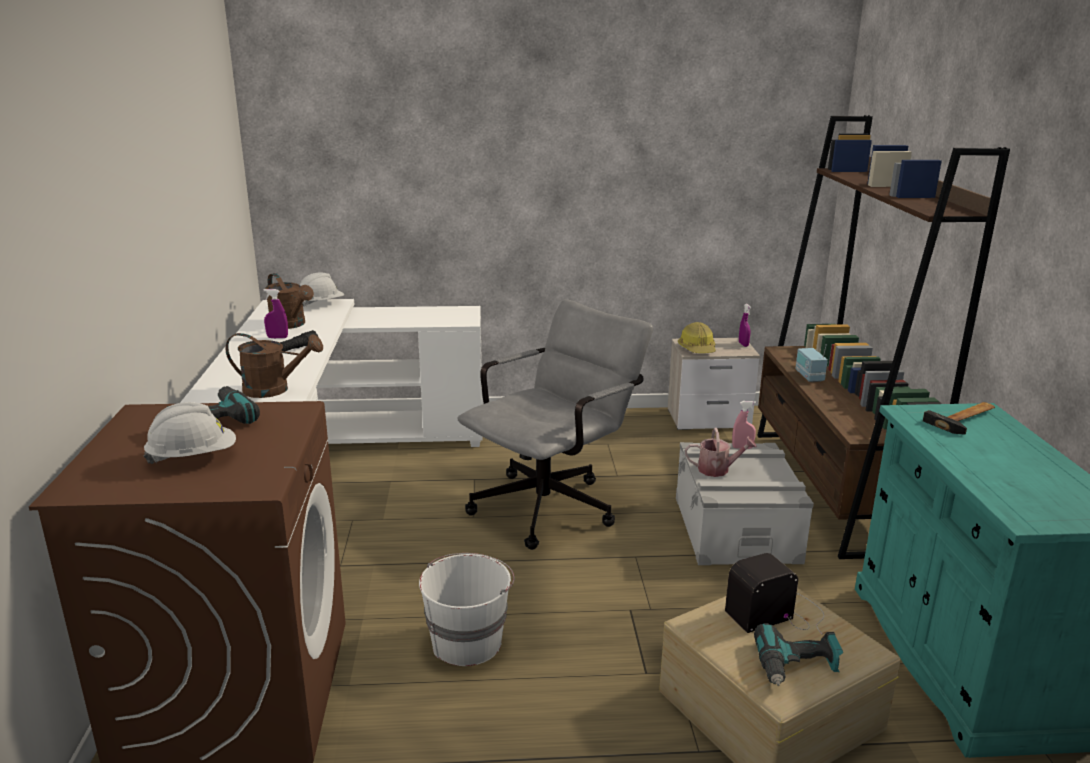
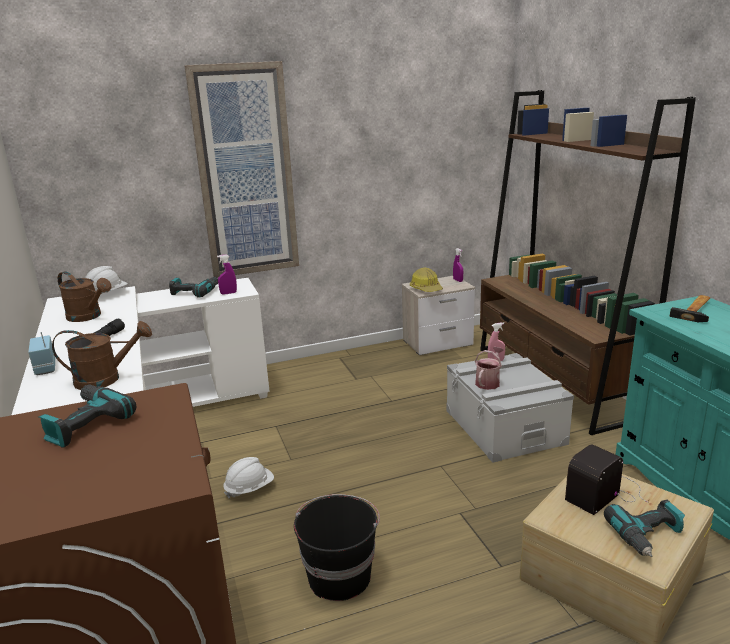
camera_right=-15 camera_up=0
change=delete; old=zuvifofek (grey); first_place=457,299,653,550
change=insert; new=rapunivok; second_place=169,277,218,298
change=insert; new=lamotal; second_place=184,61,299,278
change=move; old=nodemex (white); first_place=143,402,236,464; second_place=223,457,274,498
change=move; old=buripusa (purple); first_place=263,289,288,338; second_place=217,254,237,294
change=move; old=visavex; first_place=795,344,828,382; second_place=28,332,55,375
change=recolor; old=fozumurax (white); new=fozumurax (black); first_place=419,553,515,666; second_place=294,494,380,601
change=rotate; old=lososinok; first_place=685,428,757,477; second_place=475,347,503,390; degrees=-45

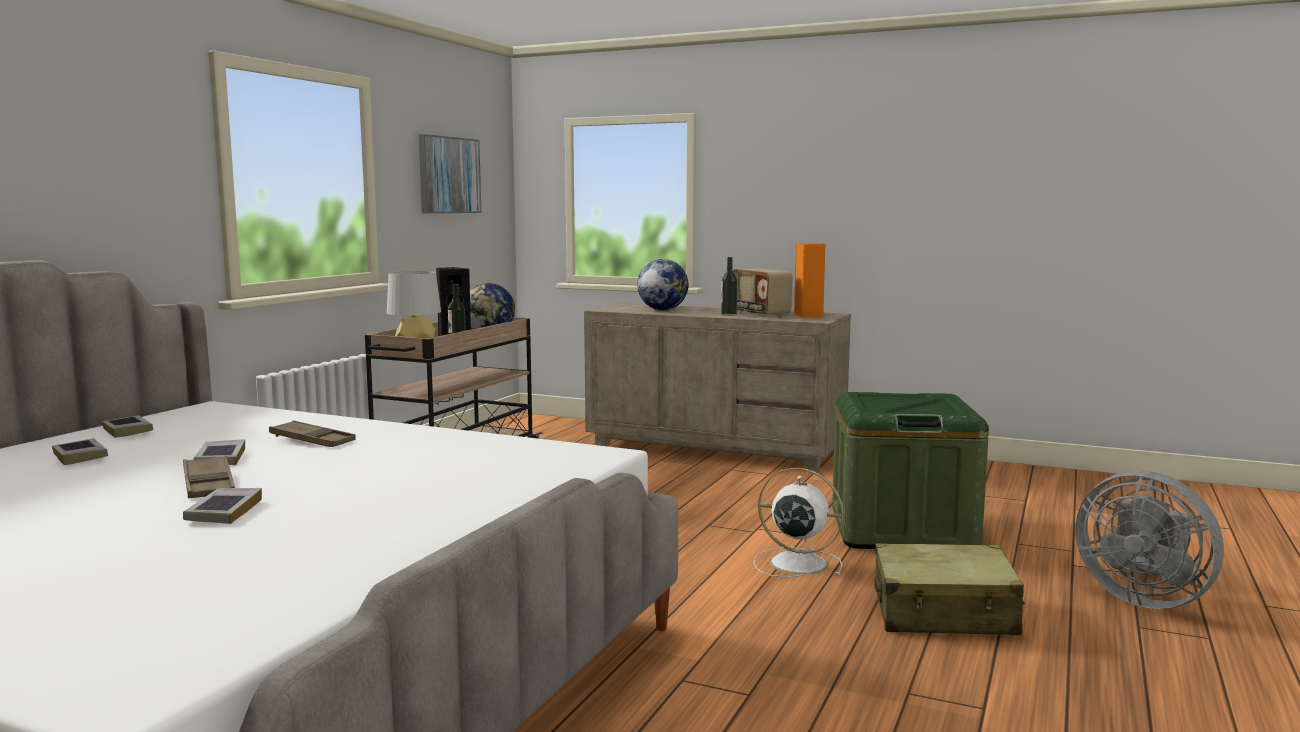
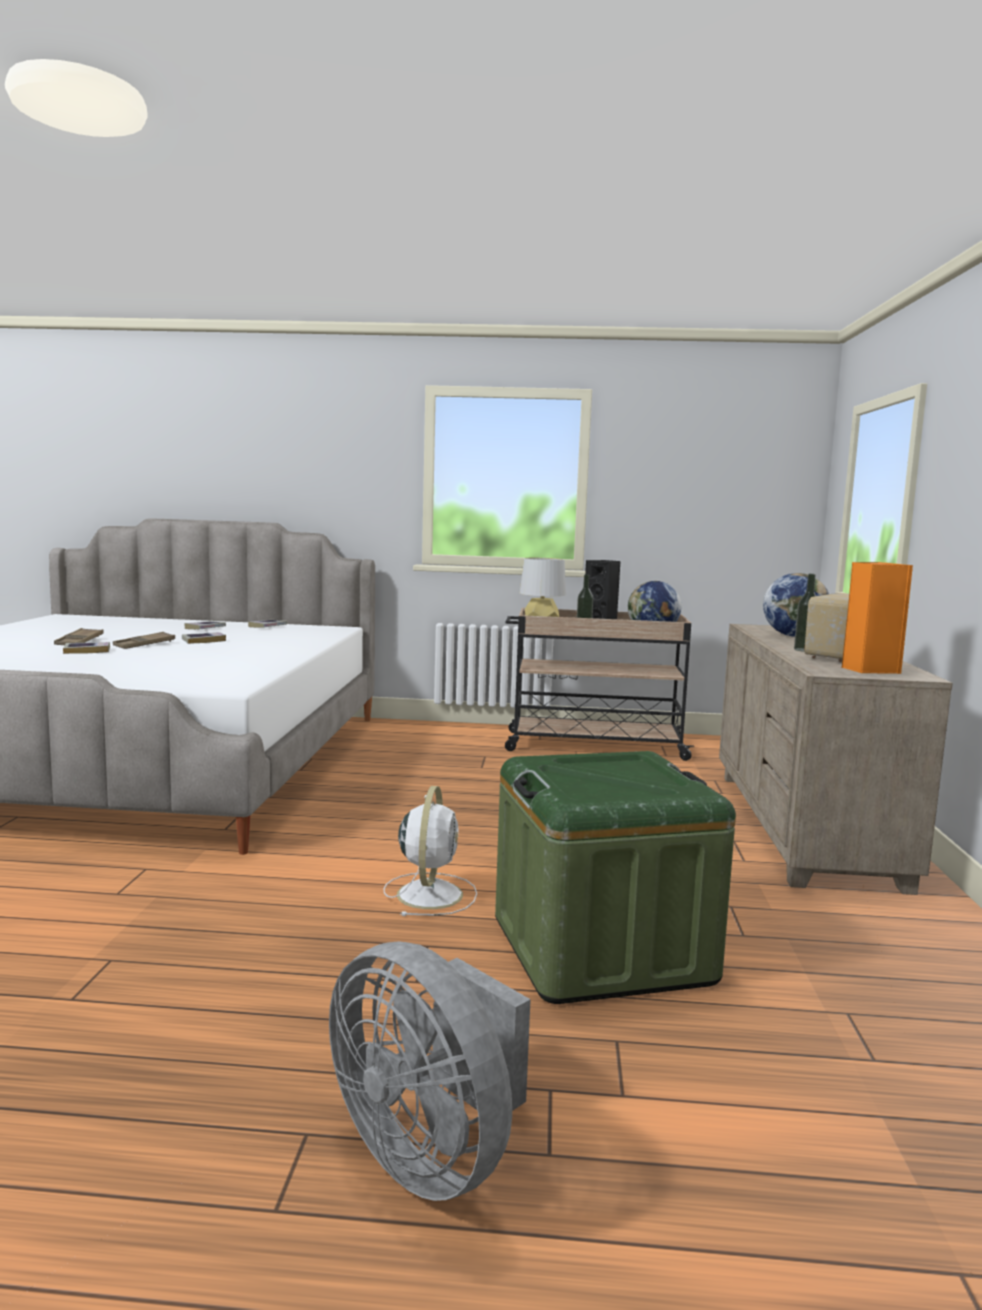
camera_right=70 camera_up=0
change=delete; old=lamotal; first_place=419,134,481,214
change=delete; old=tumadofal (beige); first_place=875,543,1025,635
change=move; old=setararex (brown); first_place=269,420,356,447; second_place=54,628,104,645
change=rotate; old=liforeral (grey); first_place=1075,471,1224,609; second_place=329,941,531,1201; degrees=-75

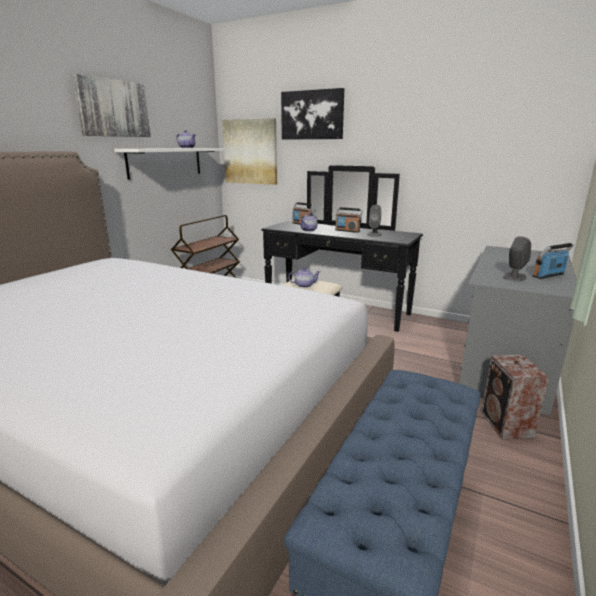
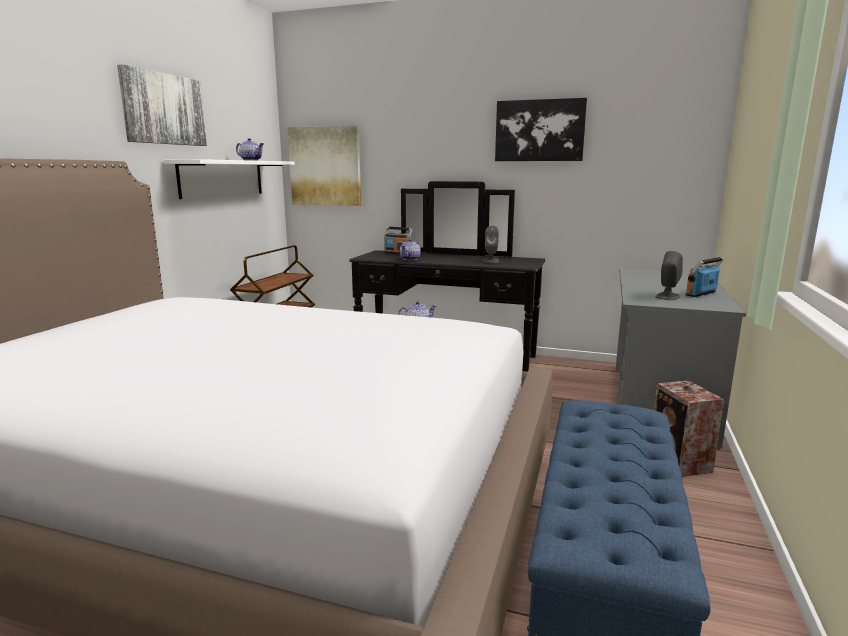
camera_right=-10 camera_up=-5
change=delete; old=visavex; first_place=335,207,363,233
change=move; old=lamotal; first_place=281,88,344,140; second_place=495,98,587,161

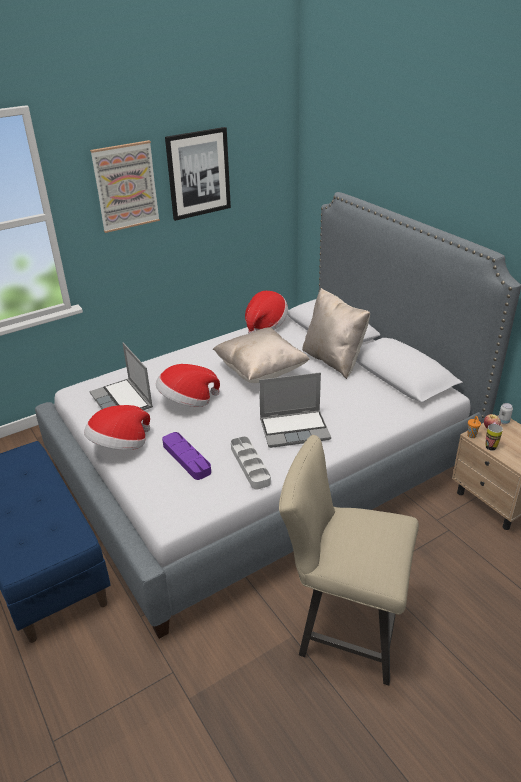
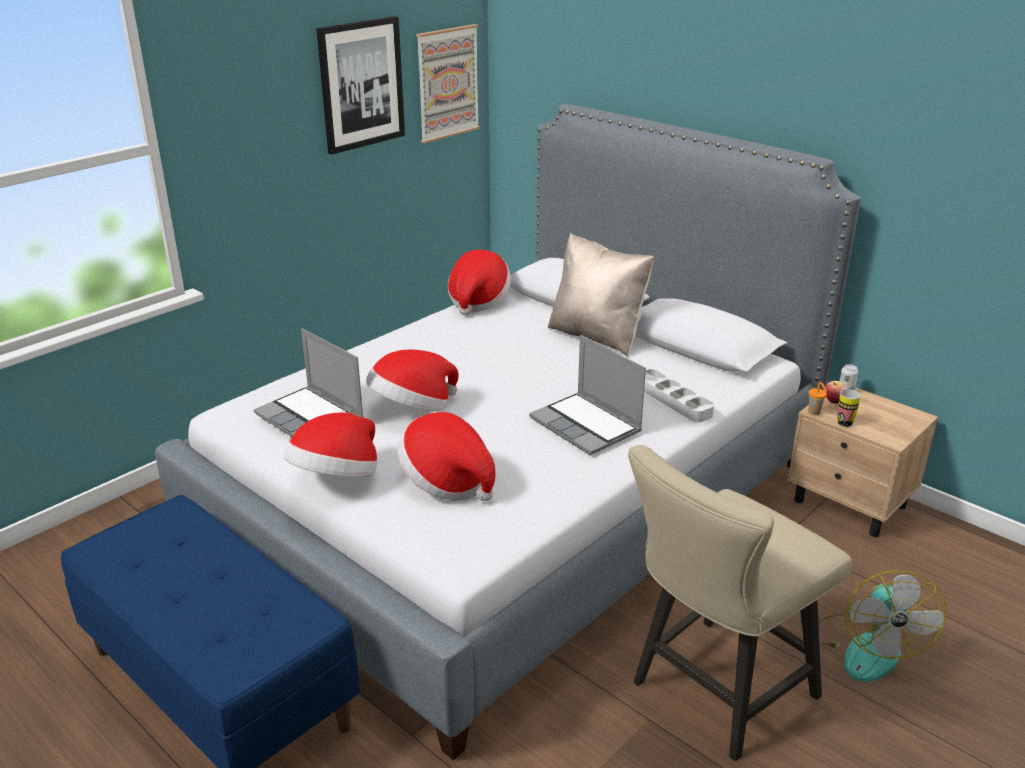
camera_right=-15 camera_up=-5
change=delete; old=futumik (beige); first_place=213,327,309,383
change=insert; new=liforeral; second_place=818,570,947,682
change=move; old=lamotal; first_place=90,140,160,233; second_place=416,24,480,143
change=move; old=setararex (grey); first_place=231,436,271,489; second_place=644,369,714,422
change=replace; old=setararex (purple); new=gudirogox; first_place=162,432,211,480; second_place=397,412,496,501
change=rotate; old=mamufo; first_place=259,372,331,448; second_place=529,335,646,455; degrees=75
change=rotate; old=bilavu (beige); first_place=279,435,419,686; second_place=628,445,852,761; degrees=-45

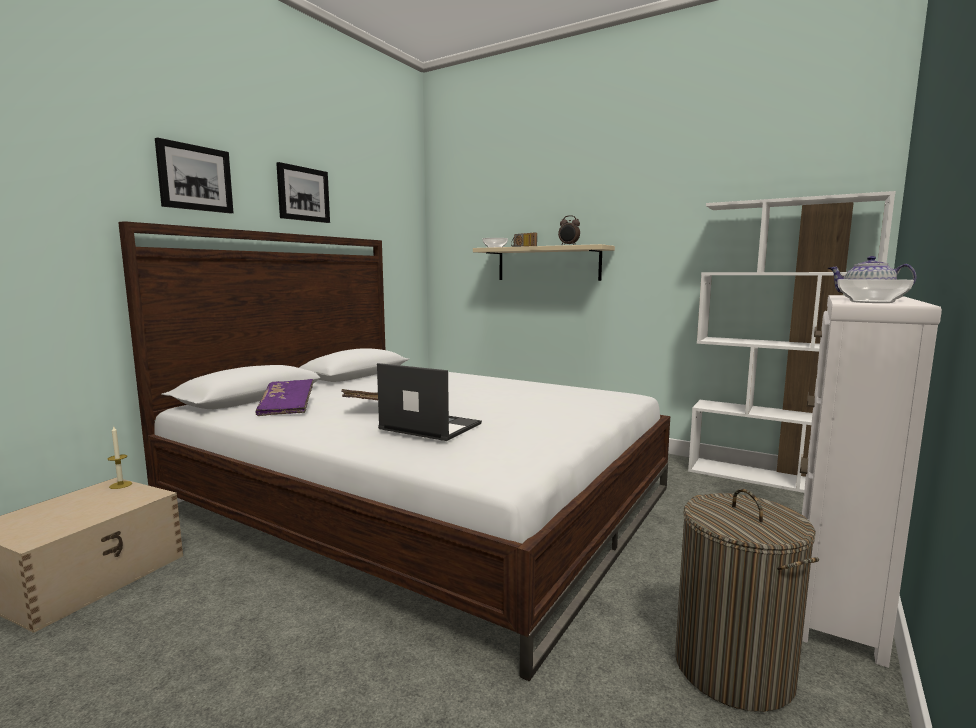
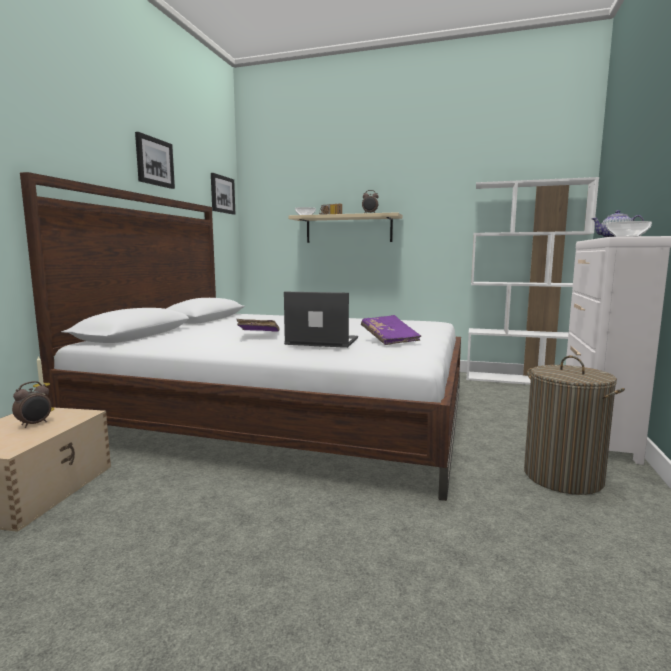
camera_right=-15 camera_up=0
change=insert; new=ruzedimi; second_place=12,381,52,428
change=move; old=lamotal; first_place=155,138,234,214; second_place=211,173,235,214
change=move; old=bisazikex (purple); first_place=256,379,313,416; second_place=361,315,421,345

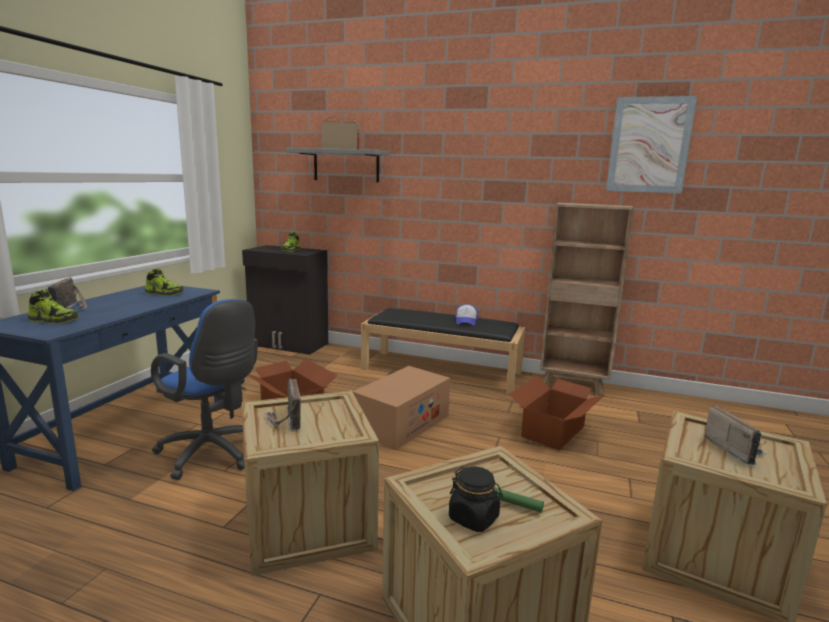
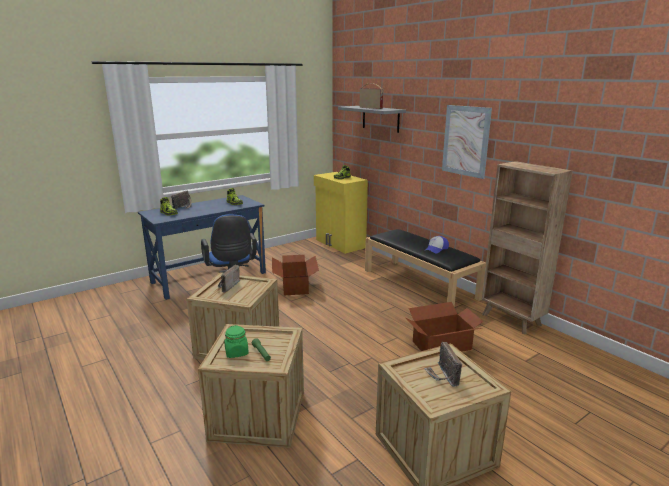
camera_right=35 camera_up=5
change=delete; old=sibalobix; first_place=353,366,450,450
change=move; old=lamotal; first_place=606,96,697,193; second_place=442,105,492,179
change=recolor; old=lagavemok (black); new=lagavemok (yellow); first_place=242,245,328,355; second_place=314,172,368,254
change=recolor; old=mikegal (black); new=mikegal (green); first_place=449,467,503,532; second_place=224,325,249,358
change=rotate; old=visavex; first_place=705,405,767,466; second_place=424,342,462,387; degrees=150

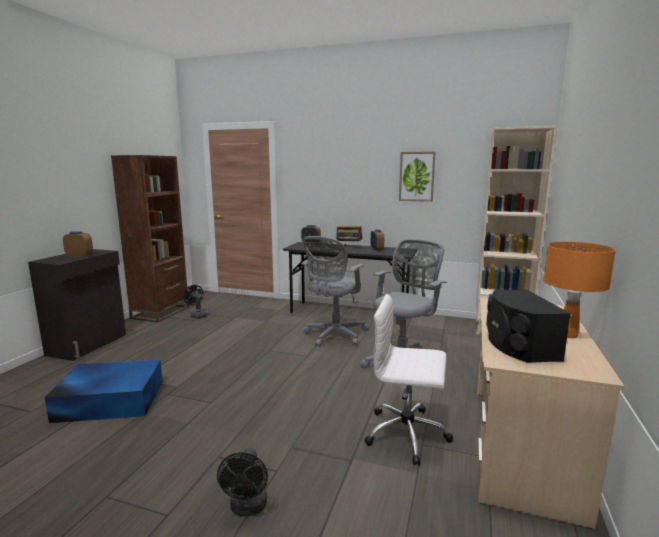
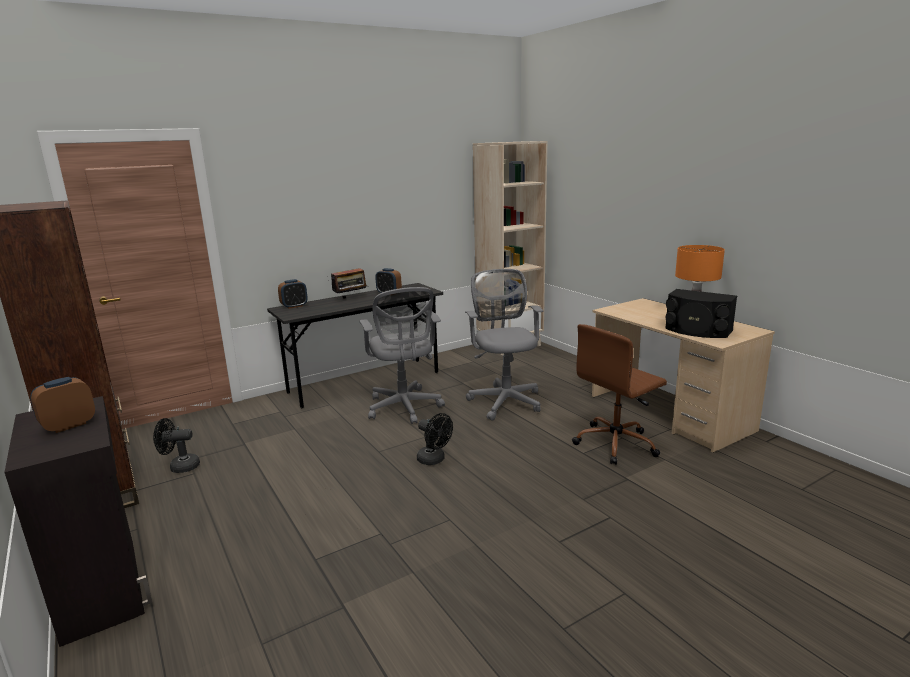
camera_right=-50 camera_up=5
change=delete; old=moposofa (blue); first_place=44,360,163,423
change=delete; old=lamotal; first_place=399,152,436,202
change=move; old=liforeral (black); first_place=217,448,268,517; second_place=417,413,453,465
change=recolor; old=zuvifofek (white); new=zuvifofek (brown); first_place=365,294,453,466; second_place=572,324,667,465

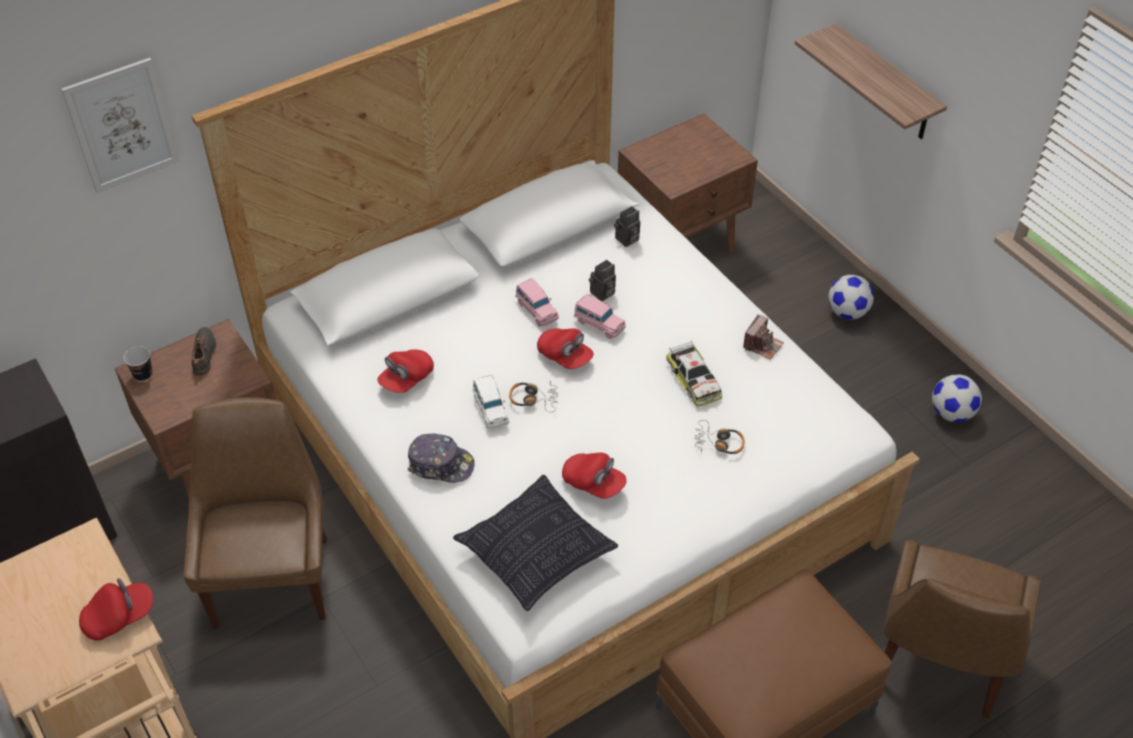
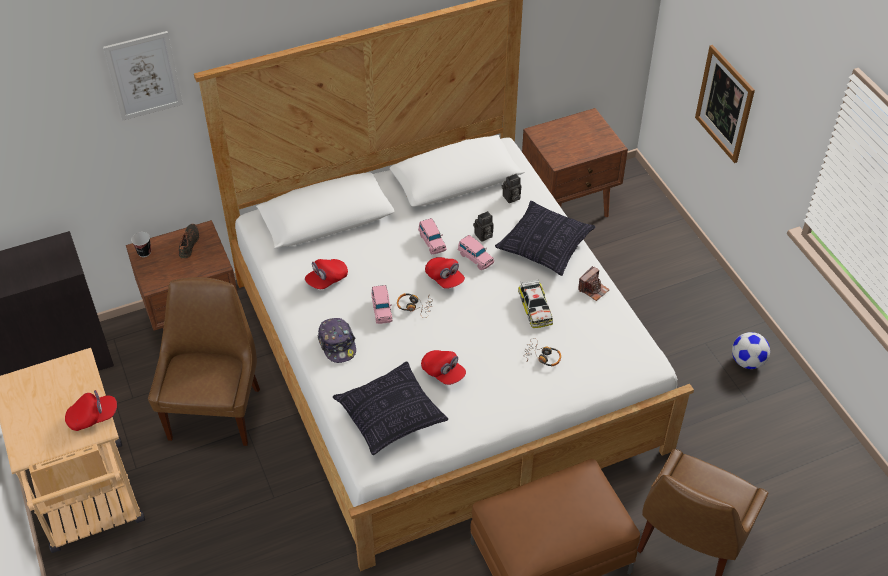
camera_right=10 camera_up=0
change=delete; old=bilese; first_place=828,275,874,319
change=insert; new=futumik; second_place=495,201,596,276
change=replace; old=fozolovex; new=lamotal; first_place=795,23,947,139; second_place=695,45,755,163
change=recolor; old=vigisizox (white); new=vigisizox (pink); first_place=473,375,509,429; second_place=371,285,393,324
change=rotate; old=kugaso; first_place=407,433,475,483; second_place=318,318,356,363; degrees=45

